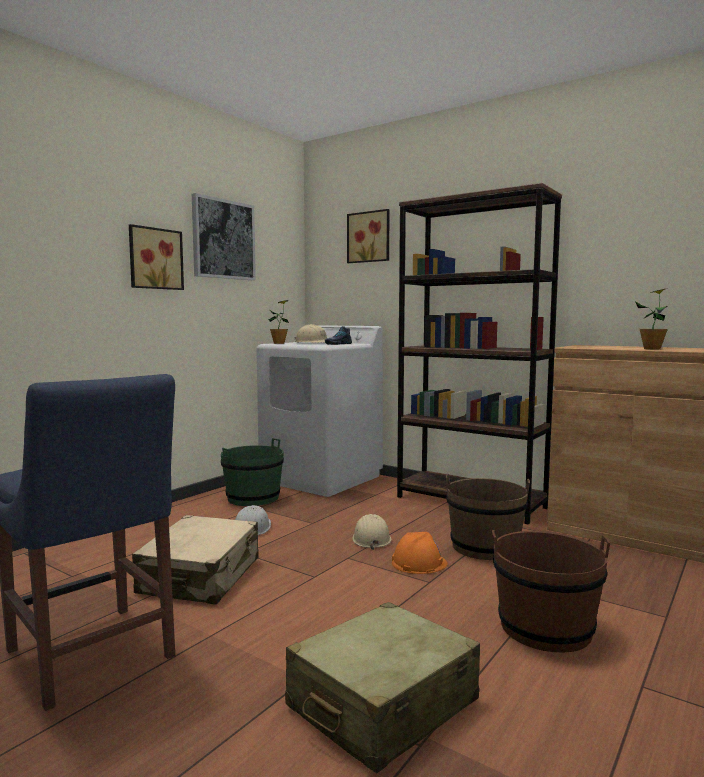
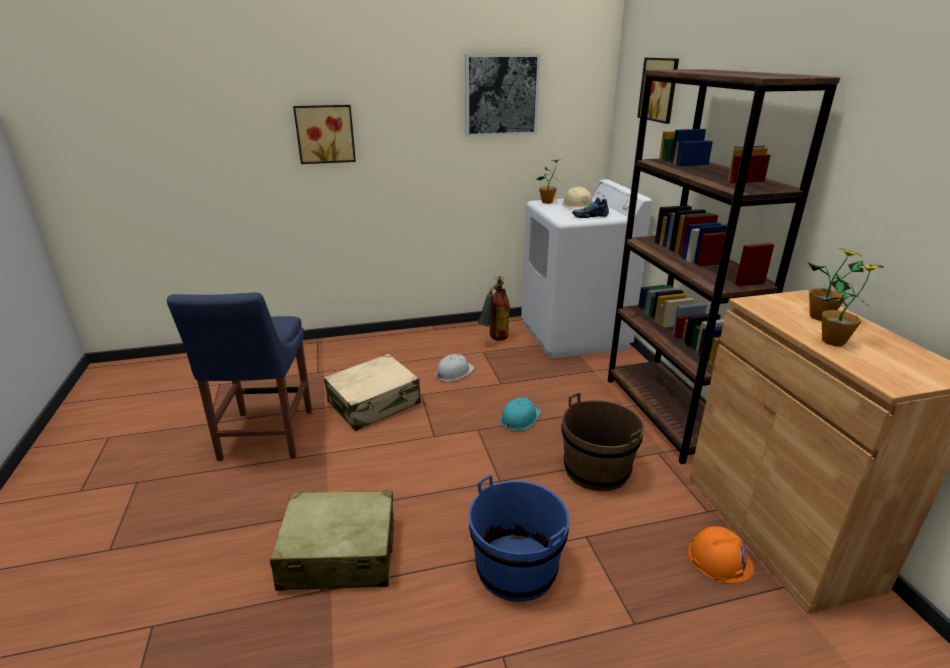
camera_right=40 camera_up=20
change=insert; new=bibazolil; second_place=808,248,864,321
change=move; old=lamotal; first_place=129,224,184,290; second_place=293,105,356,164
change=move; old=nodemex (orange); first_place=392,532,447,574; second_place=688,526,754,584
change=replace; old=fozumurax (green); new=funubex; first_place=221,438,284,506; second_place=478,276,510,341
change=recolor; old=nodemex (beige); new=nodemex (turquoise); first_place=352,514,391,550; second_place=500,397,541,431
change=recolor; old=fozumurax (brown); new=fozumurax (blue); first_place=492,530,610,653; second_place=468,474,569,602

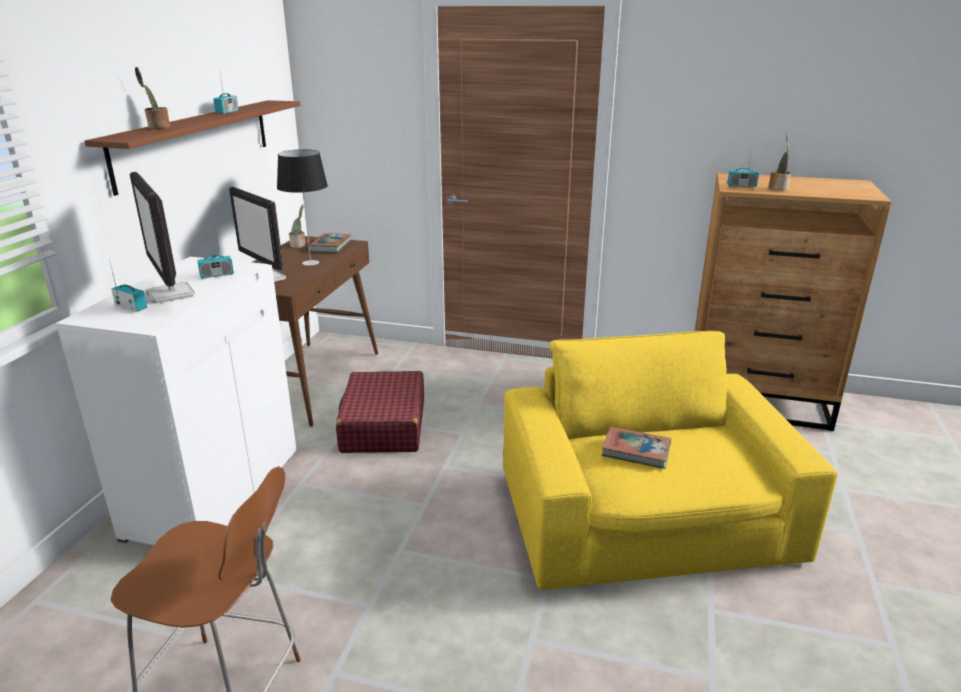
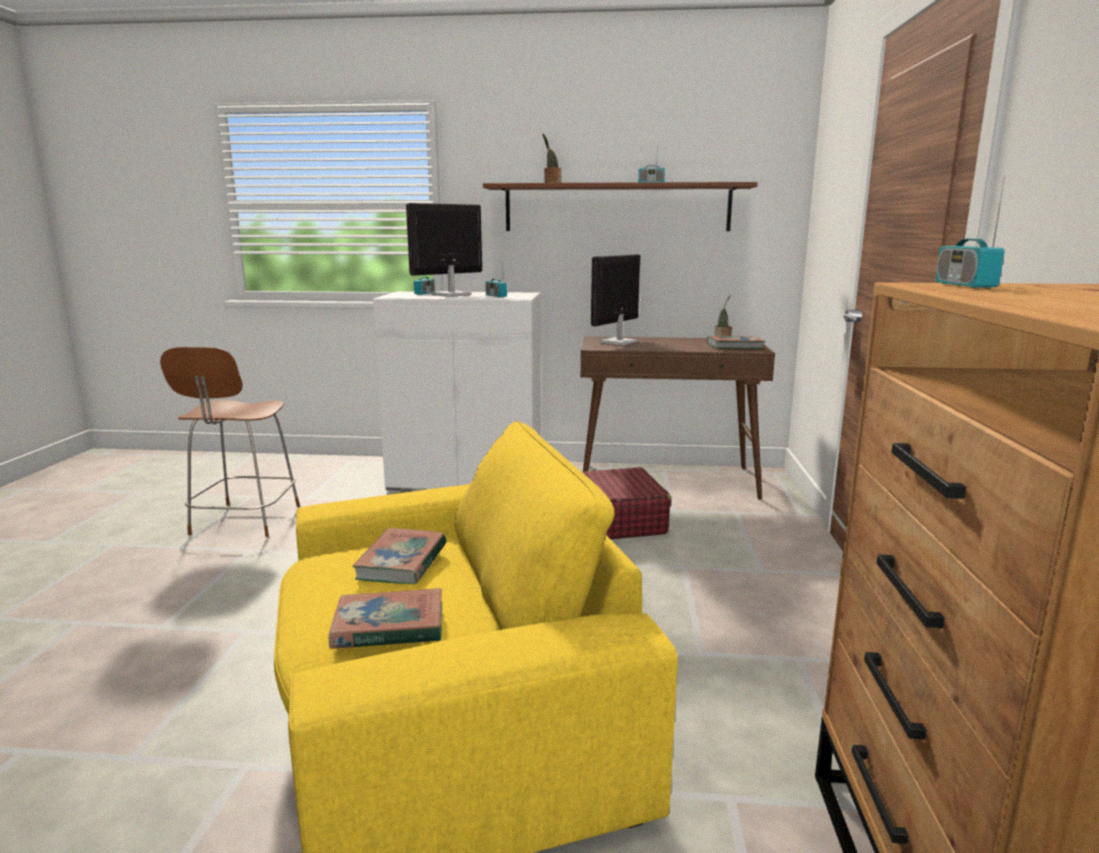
camera_right=80 camera_up=-10
change=delete; old=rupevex; first_place=277,149,328,266
change=delete; old=bibazolil; first_place=769,134,791,191
change=insert; new=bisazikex; second_place=329,588,442,649

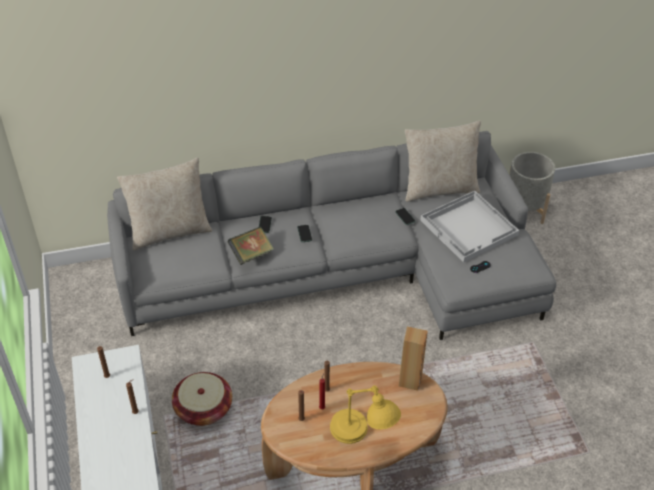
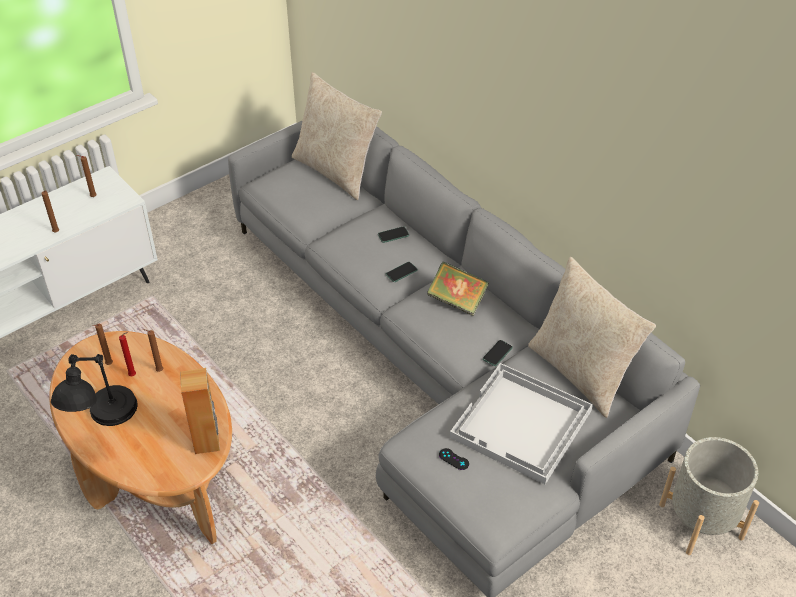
camera_right=65 camera_up=0
change=delete; old=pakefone; first_place=172,372,232,426
change=move; old=bisazikex; first_place=227,227,274,265; second_place=427,261,489,316
change=recolor; old=rupevex (yellow); new=rupevex (black); first_place=330,385,401,444; second_place=51,354,137,426

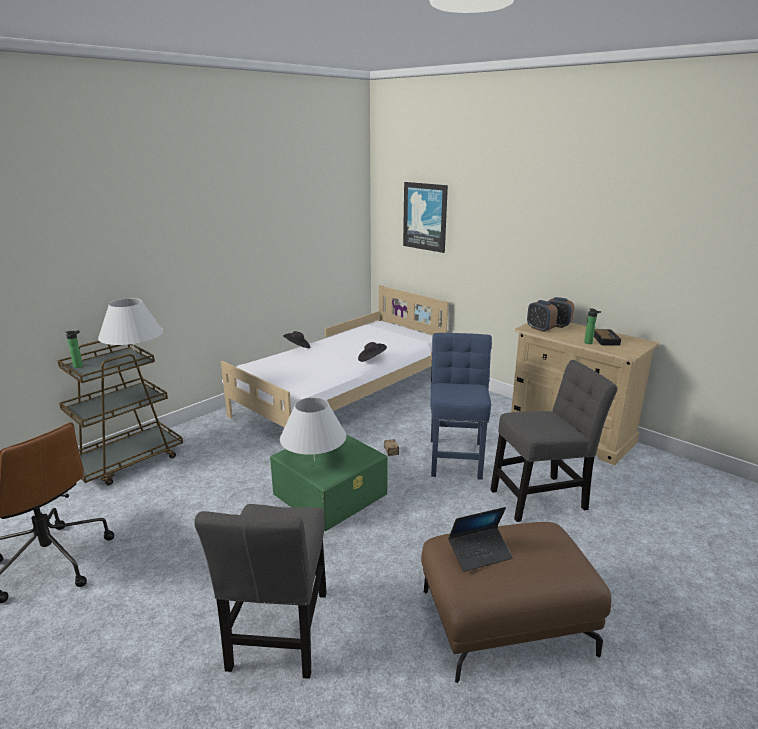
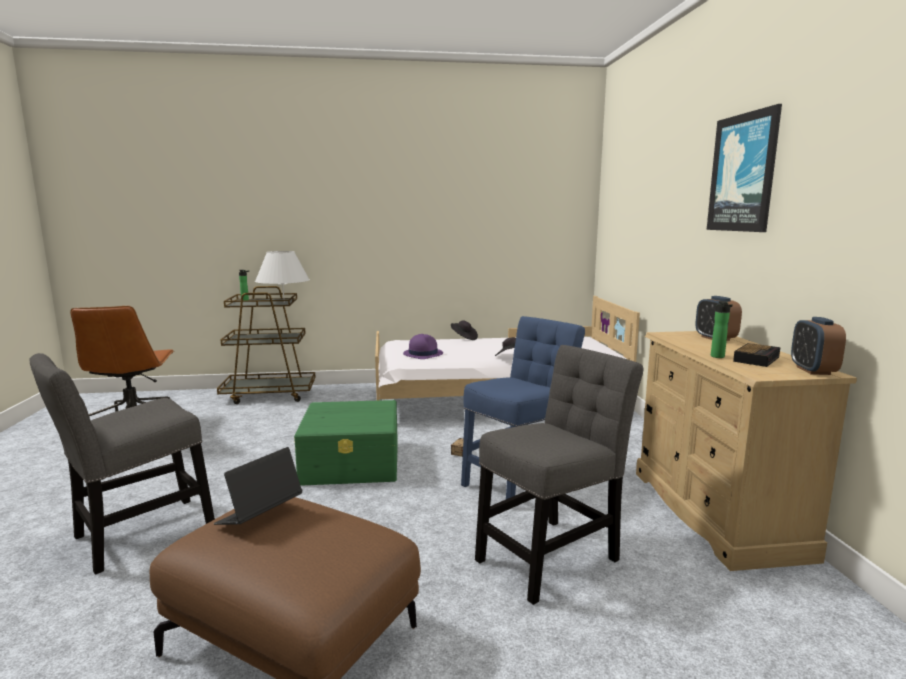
camera_right=40 camera_up=-10
change=delete; old=rupevex (white); first_place=280,397,346,461
change=insert; new=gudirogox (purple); second_place=403,334,443,359
change=move; old=lamotal; first_place=403,182,448,253; second_place=707,104,782,232
change=move; old=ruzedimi; first_place=527,300,558,332; second_place=791,317,846,375
change=rotate; old=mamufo; first_place=448,507,513,572; second_place=214,447,303,525; degrees=105
change=rotate; old=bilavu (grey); first_place=490,360,618,522; second_place=475,345,643,605; degrees=-60

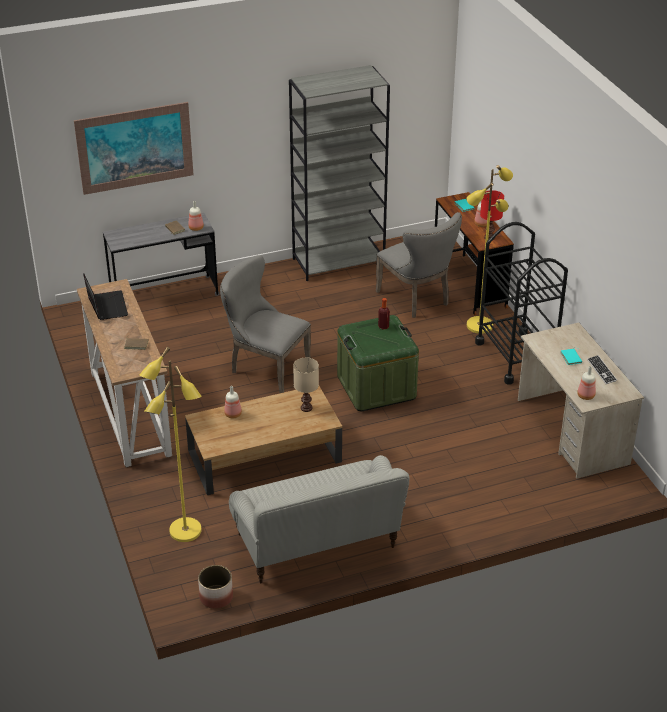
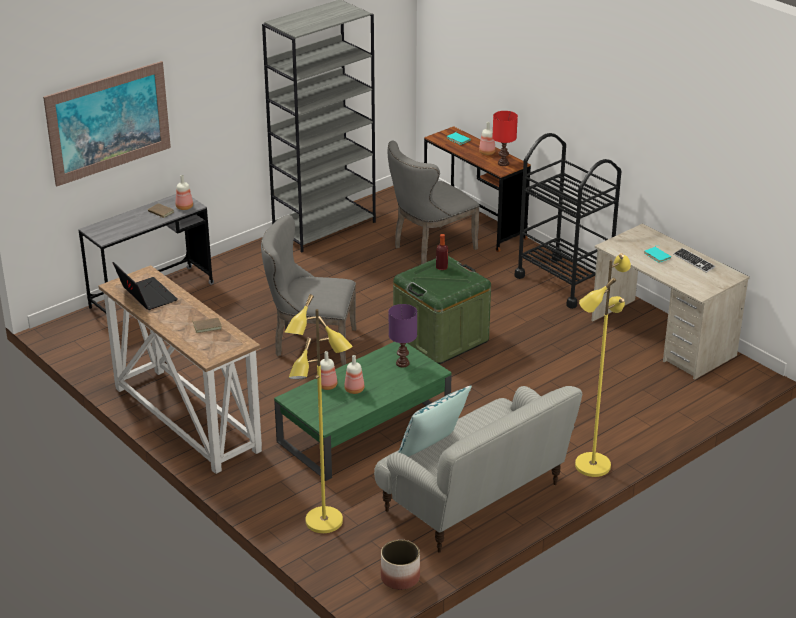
camera_right=-20 camera_up=-5
change=insert; new=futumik; second_place=398,386,472,457
change=move; old=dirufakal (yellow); first_place=466,165,513,334; second_place=575,253,631,477
change=move; old=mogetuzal; first_place=577,366,596,400; second_place=344,355,365,394
change=recolor; old=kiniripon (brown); new=kiniripon (green); first_place=185,386,342,495; second_place=274,342,452,481
change=recolor; old=rupevex (beige); new=rupevex (purple); first_place=293,358,319,412; second_place=389,304,417,367
change=rotate; old=bilavu (grey); first_place=376,212,462,318; second_place=388,140,480,264; degrees=105

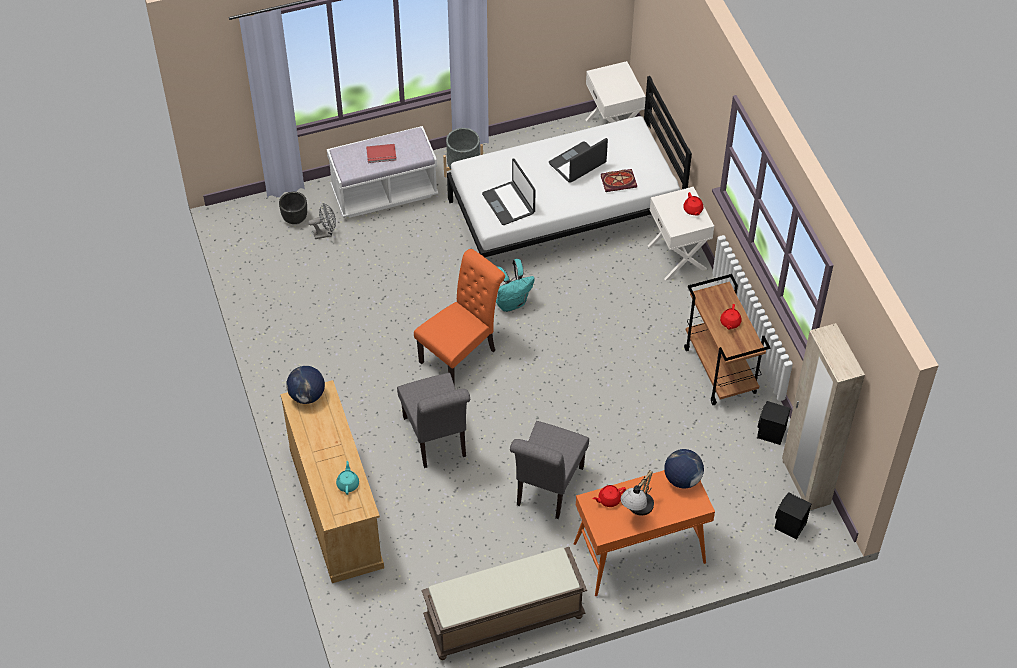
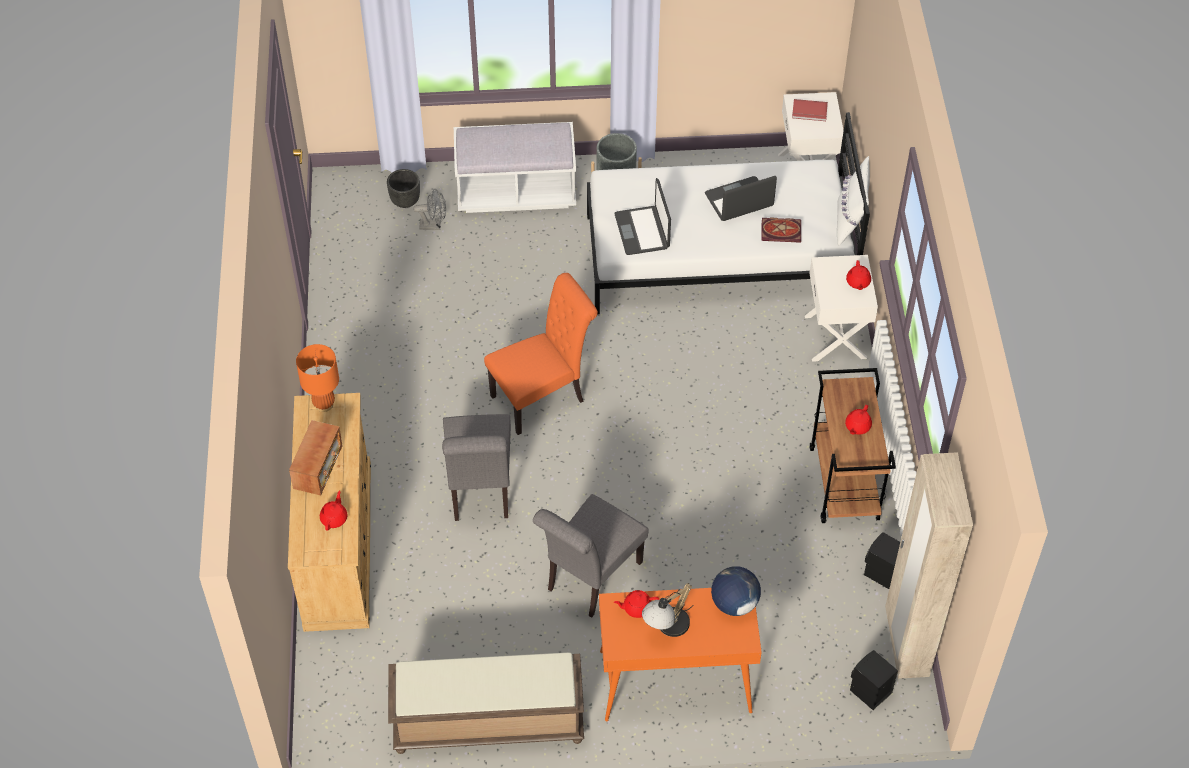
camera_right=15 camera_up=0
change=delete; old=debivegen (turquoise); first_place=496,259,535,312
change=insert; new=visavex; second_place=289,420,343,495
change=insert; new=futumik (white); second_place=837,156,870,246
change=move; old=bisazikex (red); first_place=366,144,397,163; second_place=792,99,828,121
change=replace; old=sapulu; new=rupevex (orange); first_place=286,366,325,404; second_place=296,344,339,412
change=recolor; old=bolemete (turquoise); new=bolemete (red); first_place=336,461,359,495; second_place=320,490,348,531

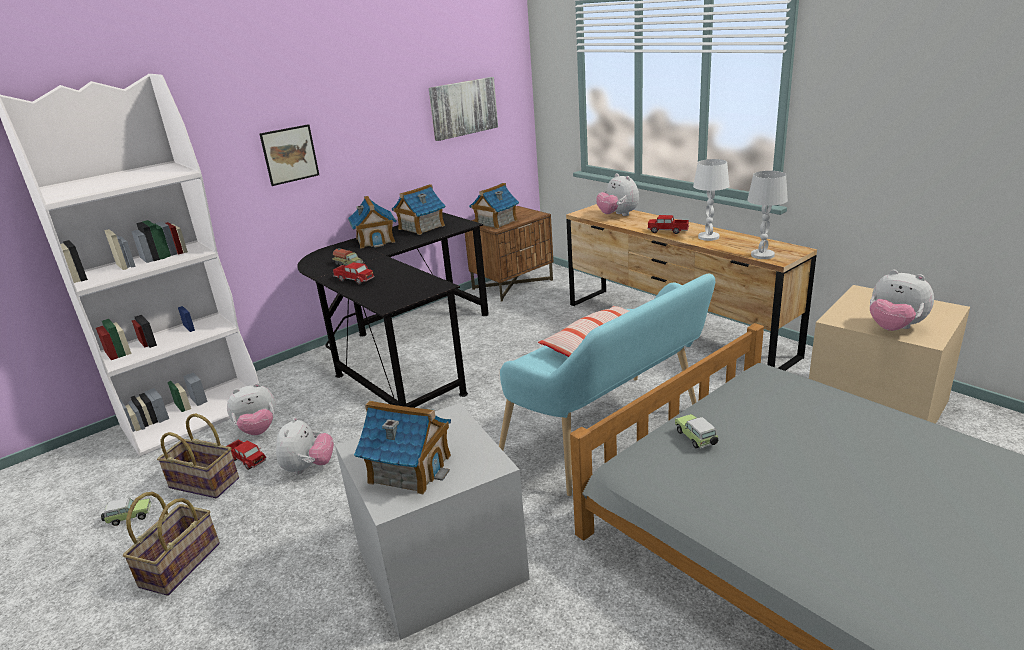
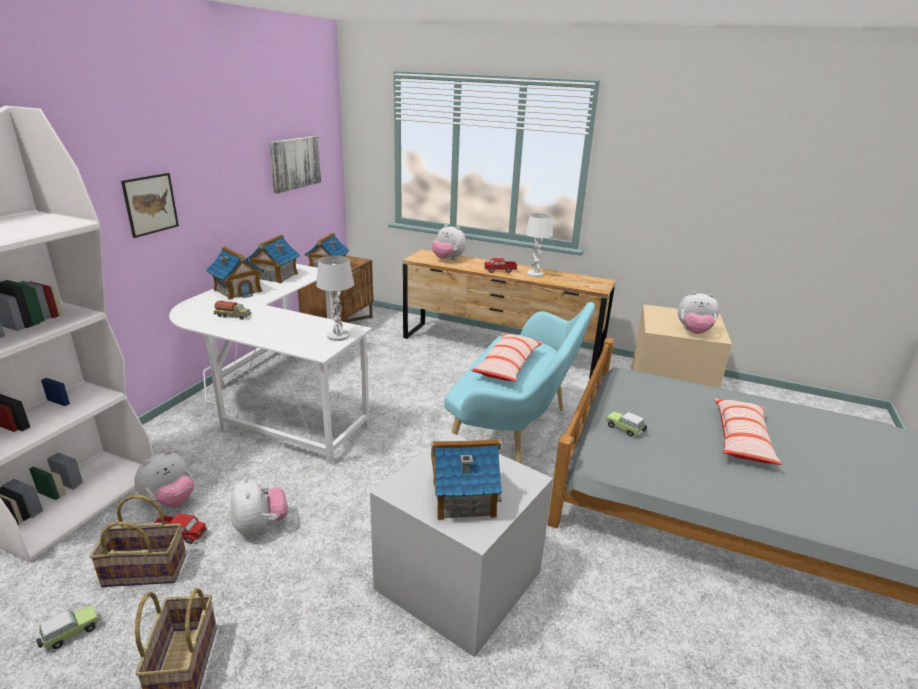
camera_right=-30 camera_up=0
change=delete; old=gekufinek; first_place=333,262,374,285
change=insert; new=futumik; second_place=714,398,782,465
change=move; old=rupevex (white); first_place=747,171,788,259; second_place=316,256,354,341
change=recolor; old=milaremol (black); new=milaremol (white); first_place=297,212,489,408; second_place=169,264,372,466

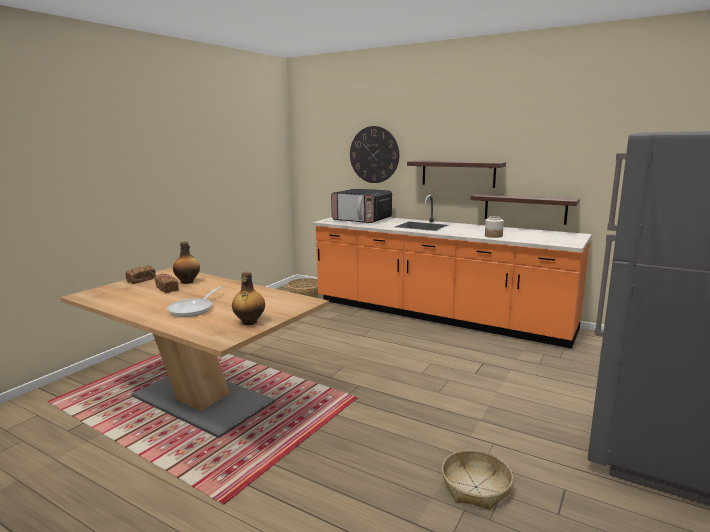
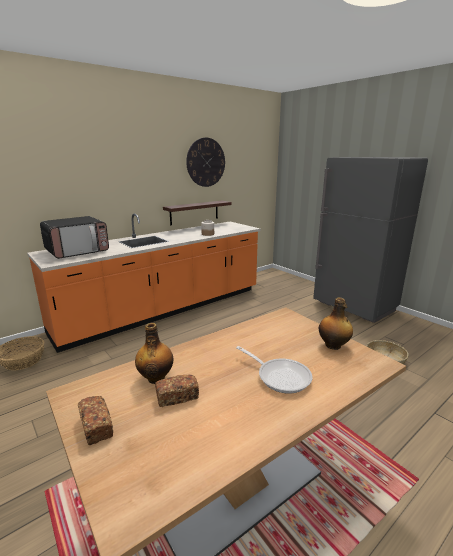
camera_right=-70 camera_up=5
change=delete; old=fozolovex; first_place=407,161,506,188
change=move; old=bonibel; first_place=350,126,399,183; second_place=186,138,225,187

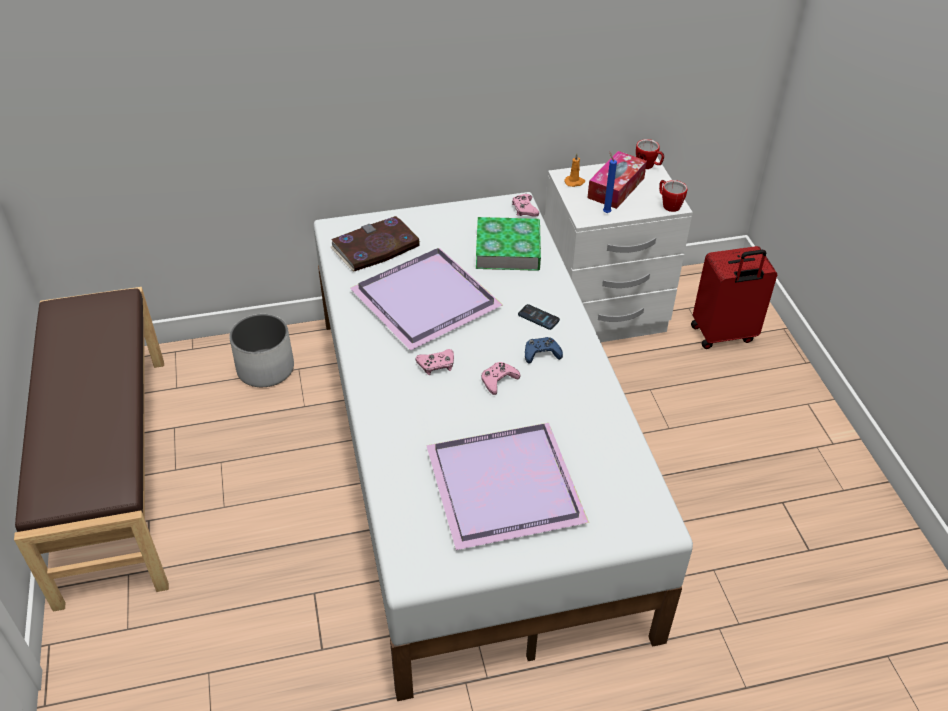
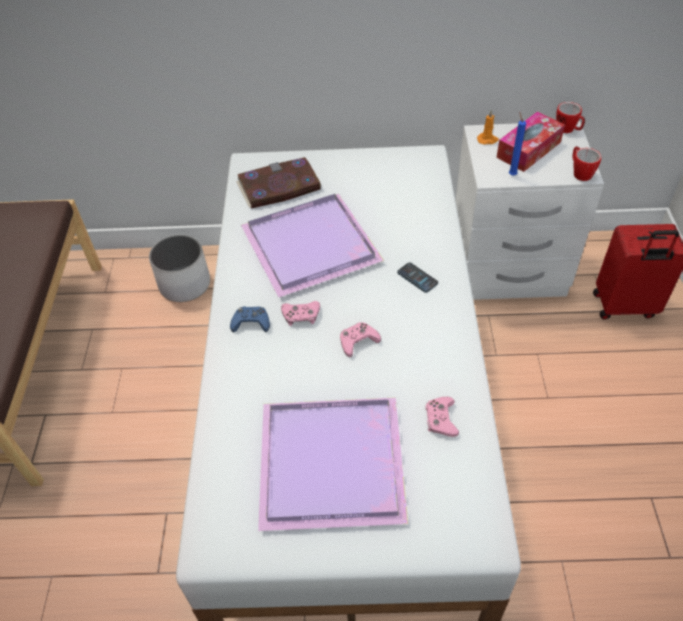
camera_right=15 camera_up=5
change=delete; old=bisazikex; first_place=476,217,541,271
change=move; old=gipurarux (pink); first_place=512,194,539,217; second_place=426,397,459,437
change=move; old=gipurarux (blue); first_place=525,337,563,363; second_place=230,306,270,332

